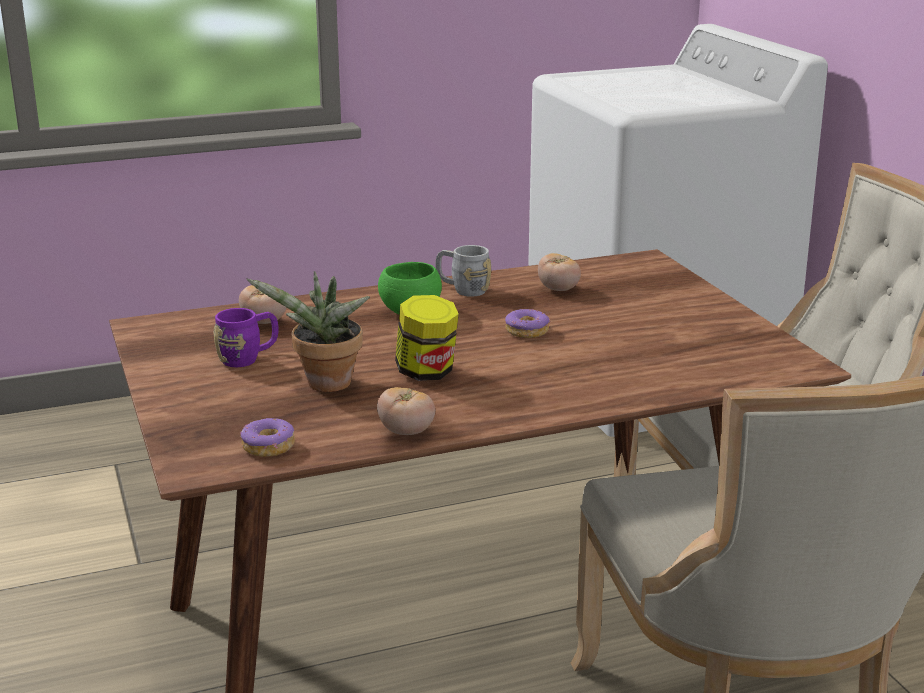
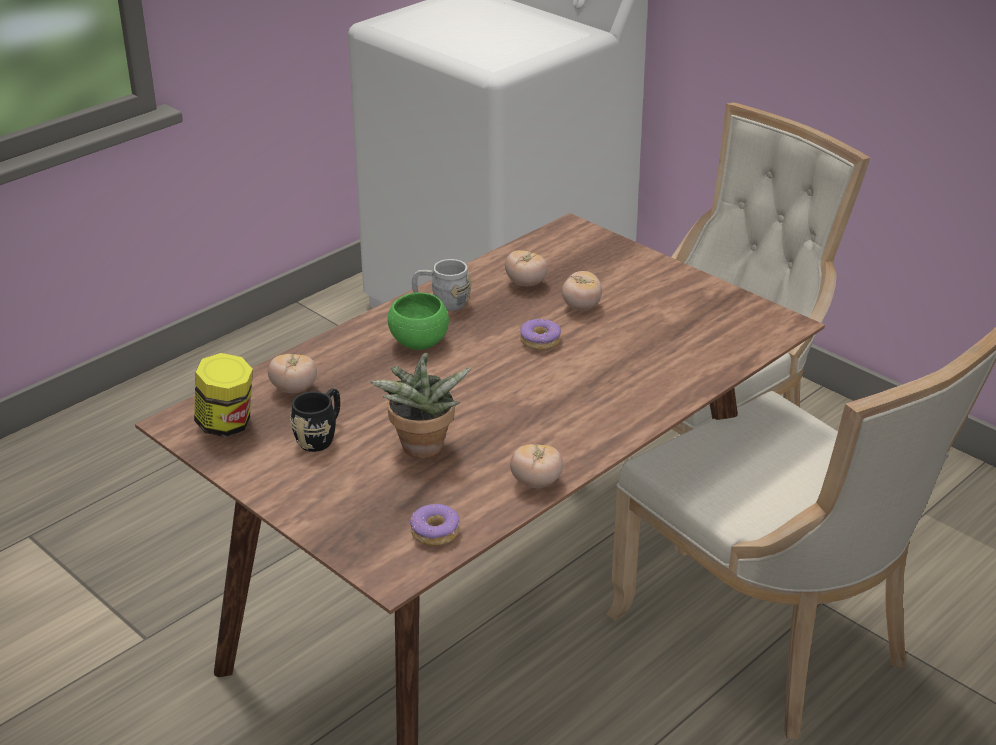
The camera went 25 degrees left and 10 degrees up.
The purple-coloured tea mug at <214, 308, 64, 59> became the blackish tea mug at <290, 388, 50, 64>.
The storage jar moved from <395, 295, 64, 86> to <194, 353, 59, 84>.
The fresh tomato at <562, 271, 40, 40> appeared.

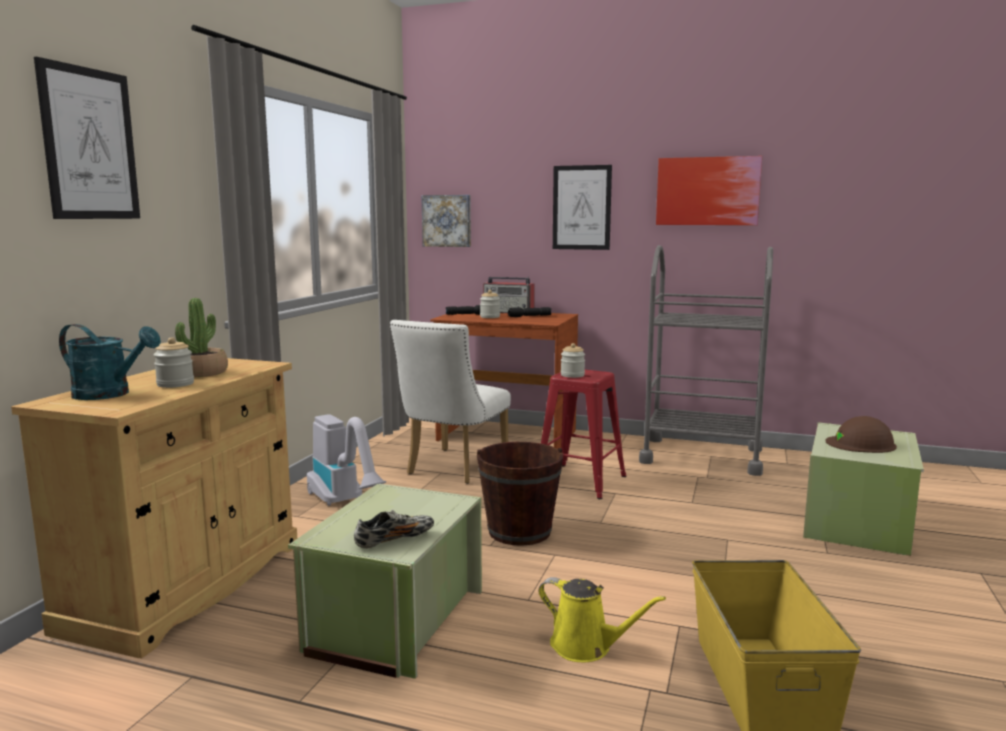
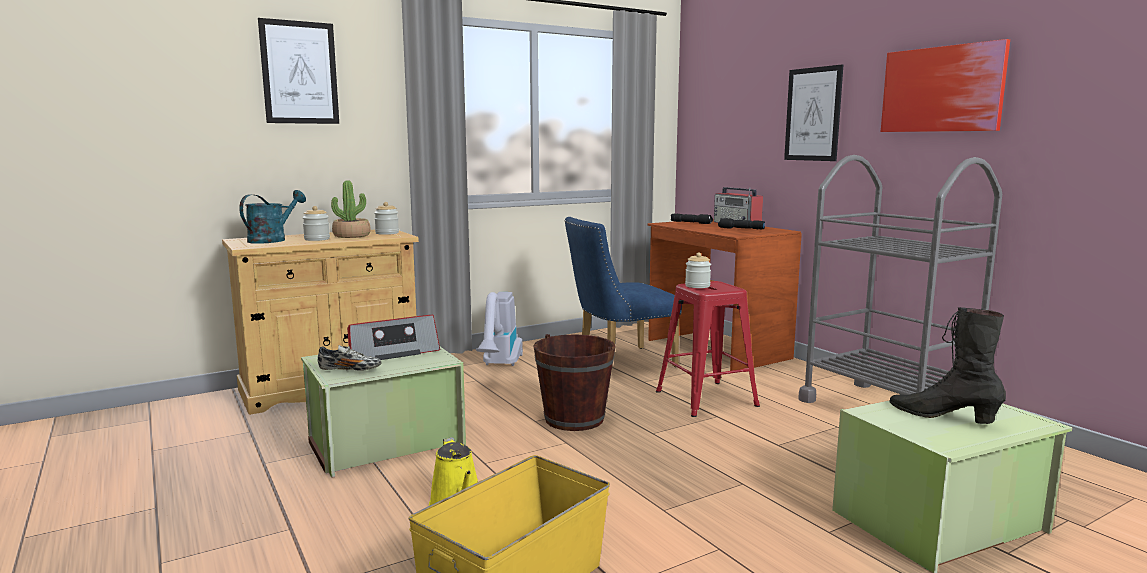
The camera went 40 degrees right and 0 degrees up.
The turquoise-coloured sprinkling can at <59, 324, 102, 76> turned 120 degrees counterclockwise.
The white plain chair at <390, 320, 121, 164> became the blue plain chair at <564, 217, 118, 155>.
The wall picture at <421, 195, 50, 52> disappeared.
The storage jar moved from <480, 290, 20, 28> to <374, 202, 25, 33>.
The brown work helmet at <826, 416, 71, 37> was replaced by the blackish boot at <889, 307, 117, 117>.
The radio receiver at <347, 315, 93, 45> appeared.

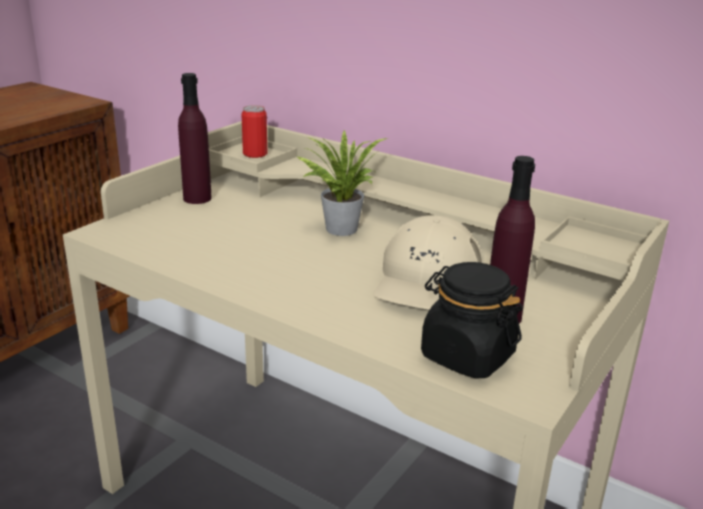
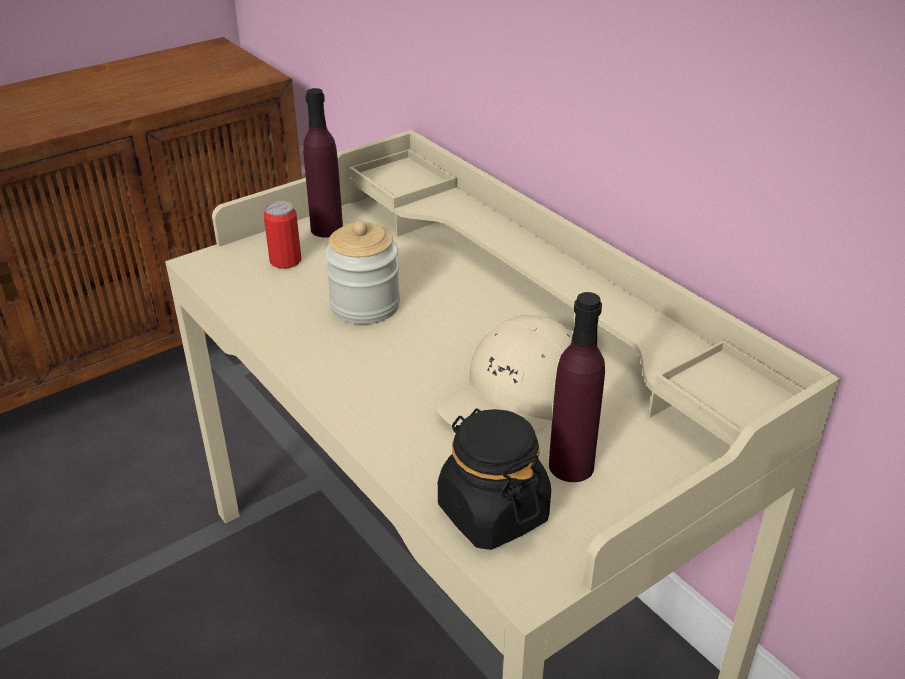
The camera went 20 degrees right and 10 degrees up.
The can moved from <242, 105, 25, 53> to <264, 201, 38, 68>.
The plant in a pot at <298, 131, 90, 105> disappeared.
The storage jar at <325, 221, 75, 103> appeared.

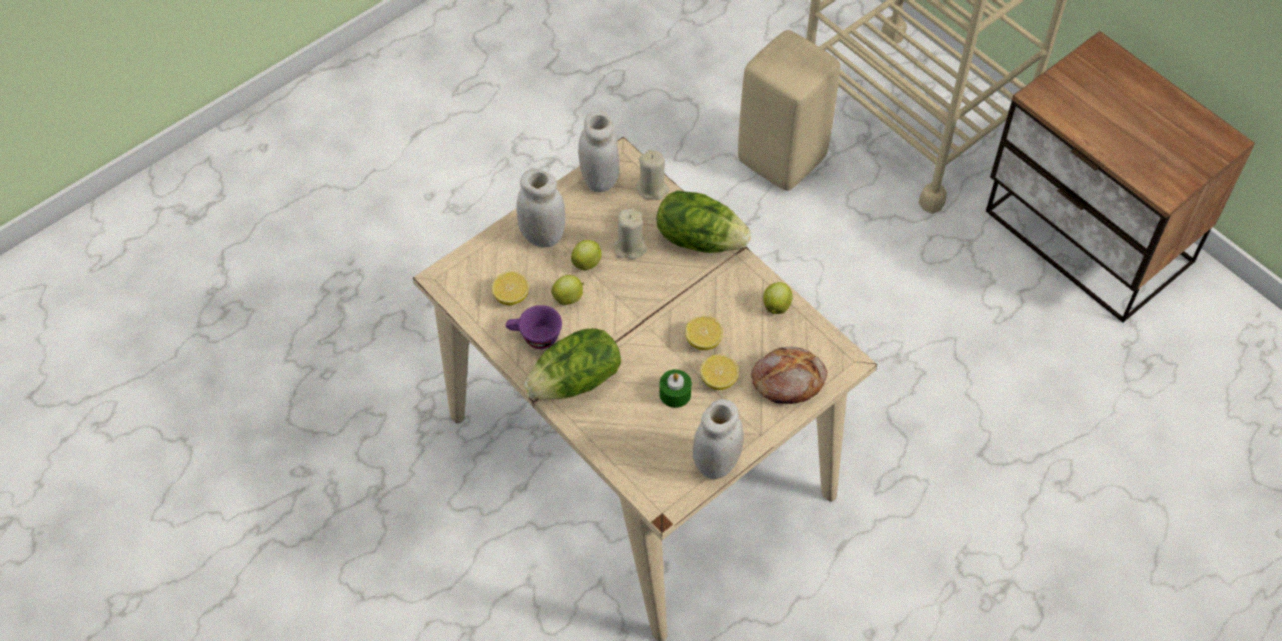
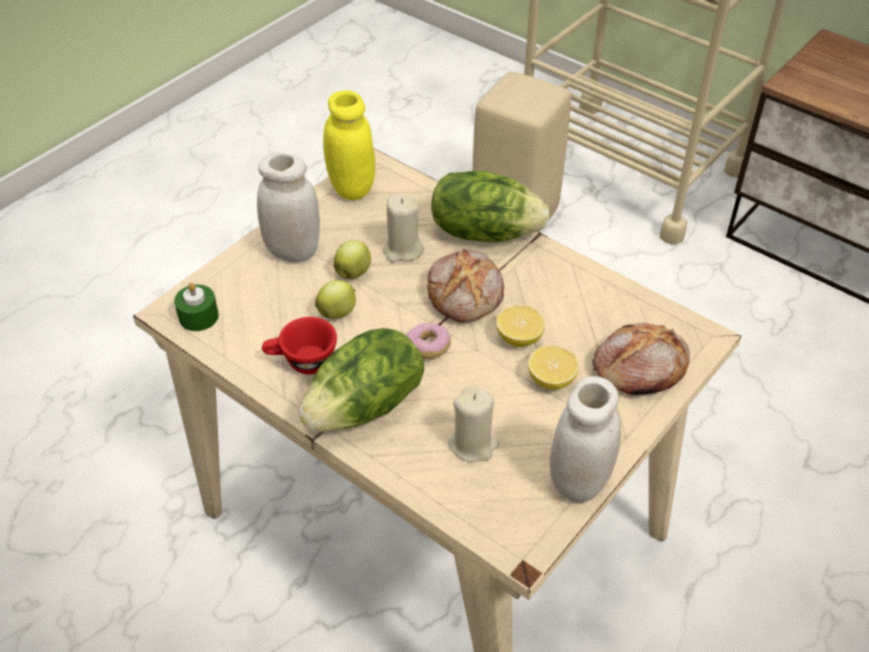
The camera went 10 degrees left and 10 degrees down.
The lemon at <492, 272, 37, 33> disappeared.
The purple-coloured small cup at <506, 305, 56, 44> became the reddish small cup at <262, 317, 75, 57>.
The white storage jar at <578, 111, 42, 81> became the yellow storage jar at <323, 90, 52, 110>.
The beige-coloured candle moved from <636, 150, 34, 50> to <448, 387, 51, 75>.
The green-coloured candle moved from <659, 369, 33, 39> to <174, 283, 45, 48>.
The apple fruit at <763, 282, 30, 32> disappeared.
The ring doughnut at <406, 323, 45, 36> appeared.
The bakery bread at <427, 250, 77, 73> appeared.

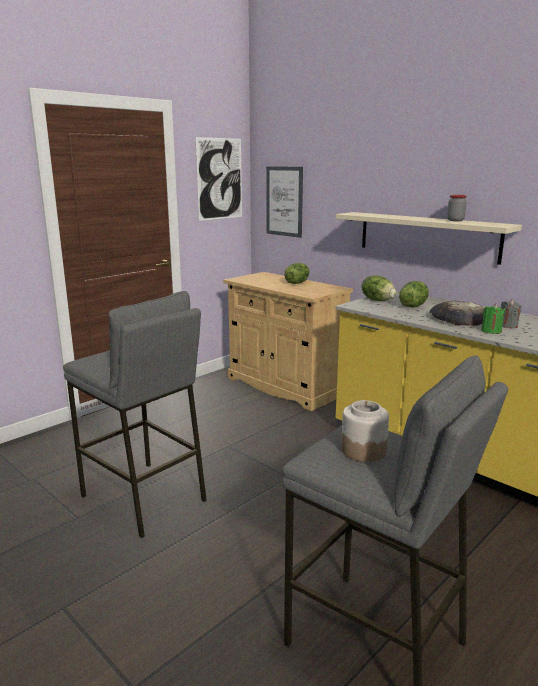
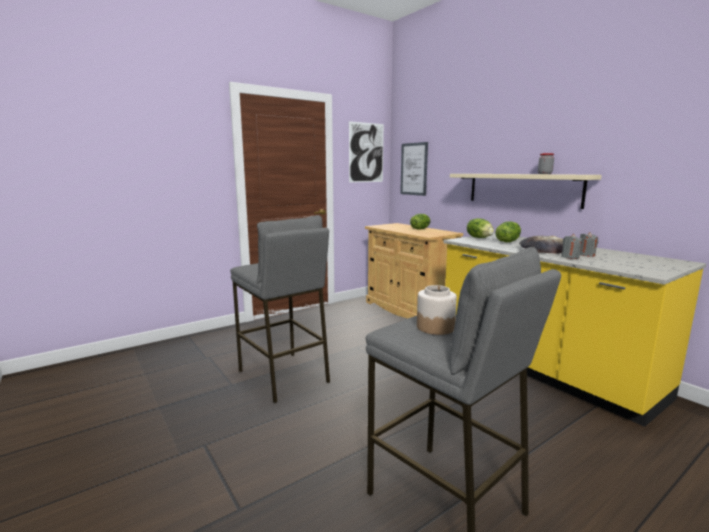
The camera went 10 degrees right and 5 degrees down.
The green-coloured candle at <481, 304, 24, 30> became the gray candle at <561, 234, 21, 25>.

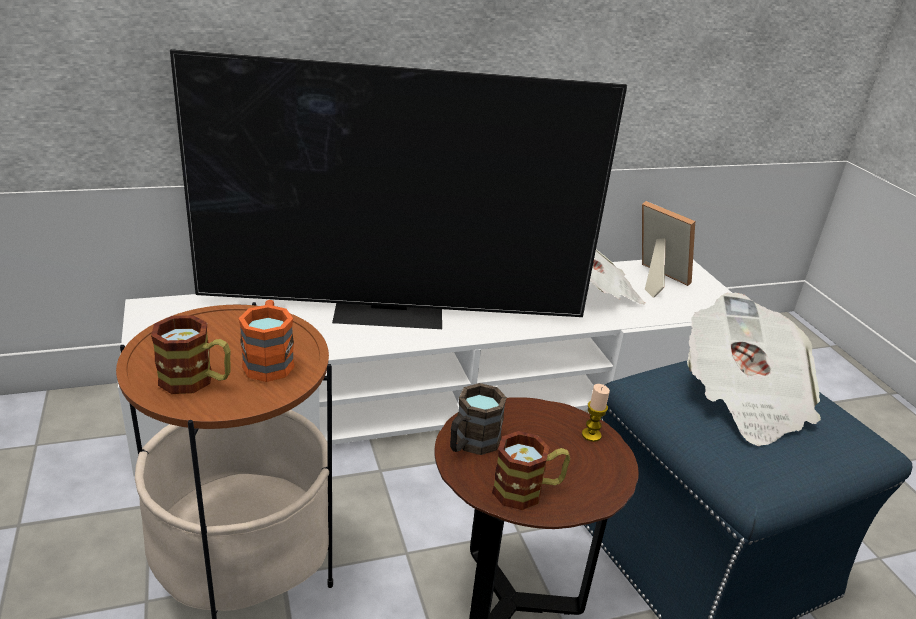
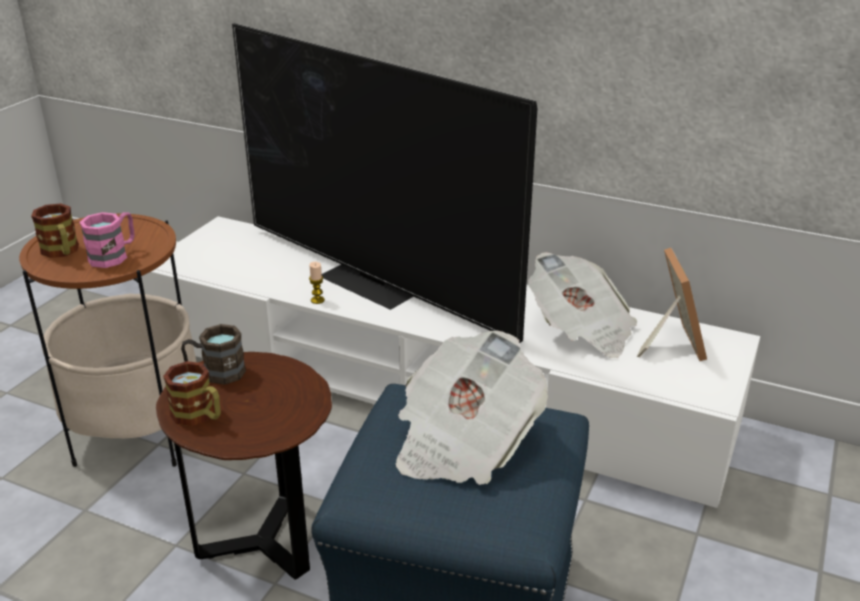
The camera went 45 degrees right and 0 degrees up.
The orange tea mug at <239, 300, 56, 82> became the pinkish tea mug at <79, 212, 56, 56>.
The candle moved from <582, 384, 28, 58> to <309, 262, 16, 42>.

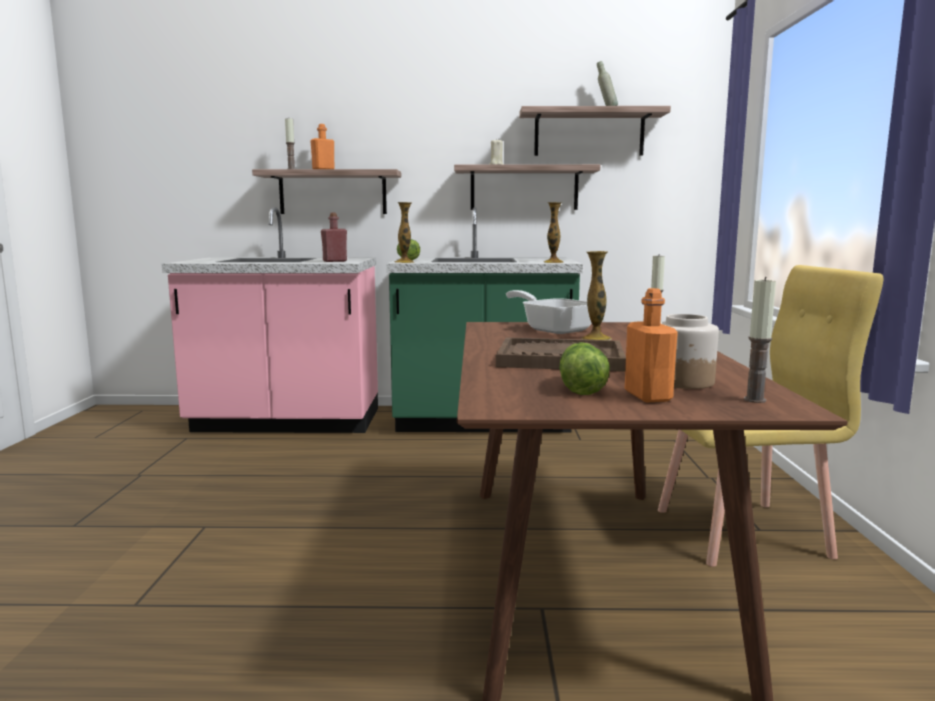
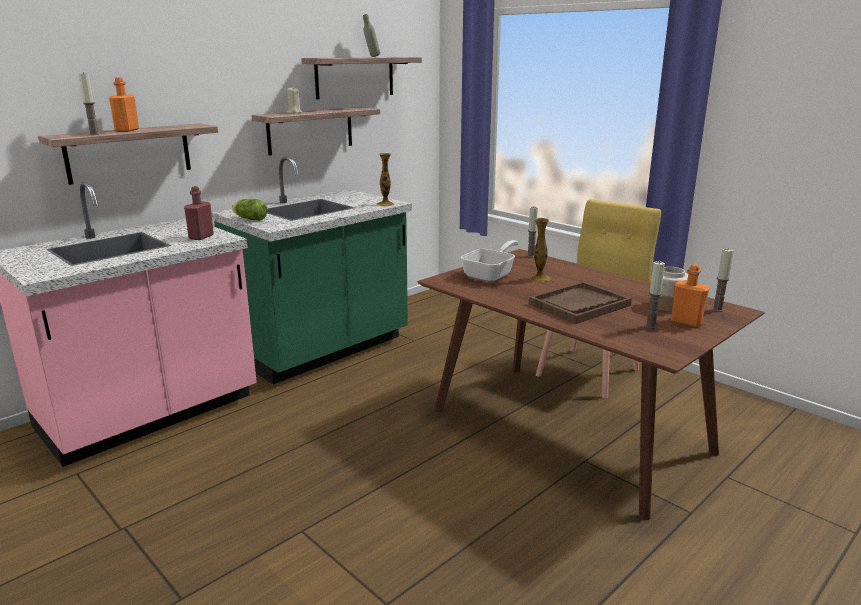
The camera went 45 degrees left and 10 degrees up.
The vase at <395, 202, 19, 61> disappeared.
The skillet at <506, 290, 85, 44> turned 120 degrees clockwise.
The lettuce at <559, 342, 51, 53> was replaced by the candle at <645, 261, 20, 67>.

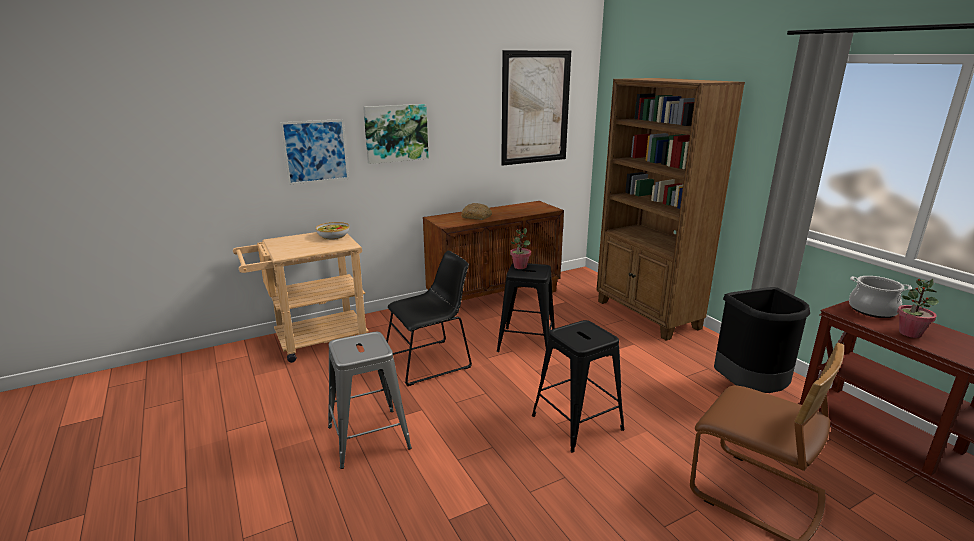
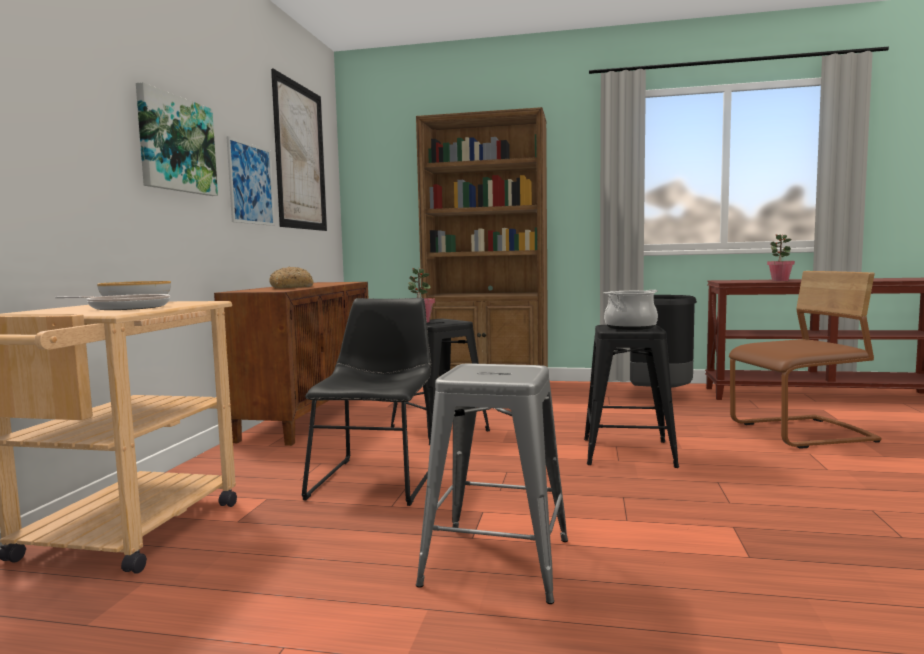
The camera went 50 degrees left and 15 degrees down.
The wall picture moved from <280, 119, 69, 66> to <226, 136, 49, 90>.
The stockpot moved from <849, 276, 63, 42> to <604, 290, 54, 40>.
The skillet at <55, 294, 115, 16> appeared.

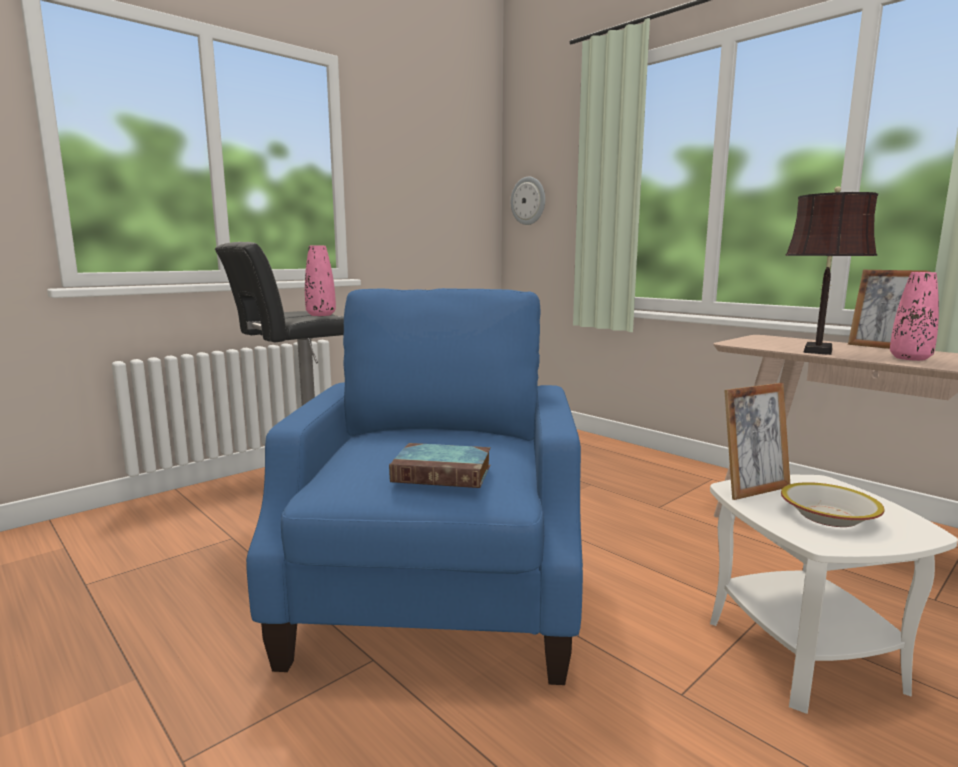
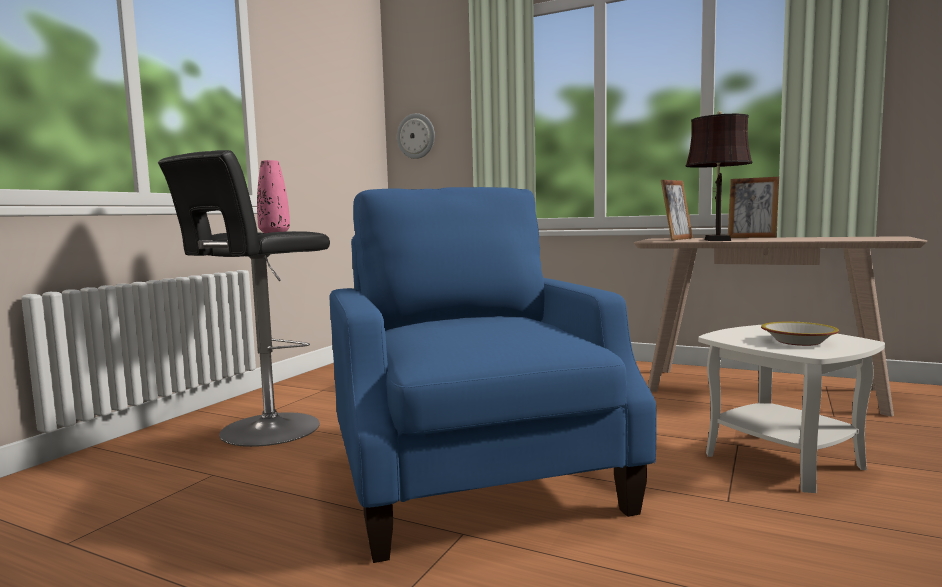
The camera went 20 degrees left and 5 degrees down.
The bound book at <389, 443, 102, 45> disappeared.
The standing frame moved from <724, 383, 66, 117> to <661, 180, 32, 61>.
The pinkish vase at <890, 272, 49, 89> disappeared.

